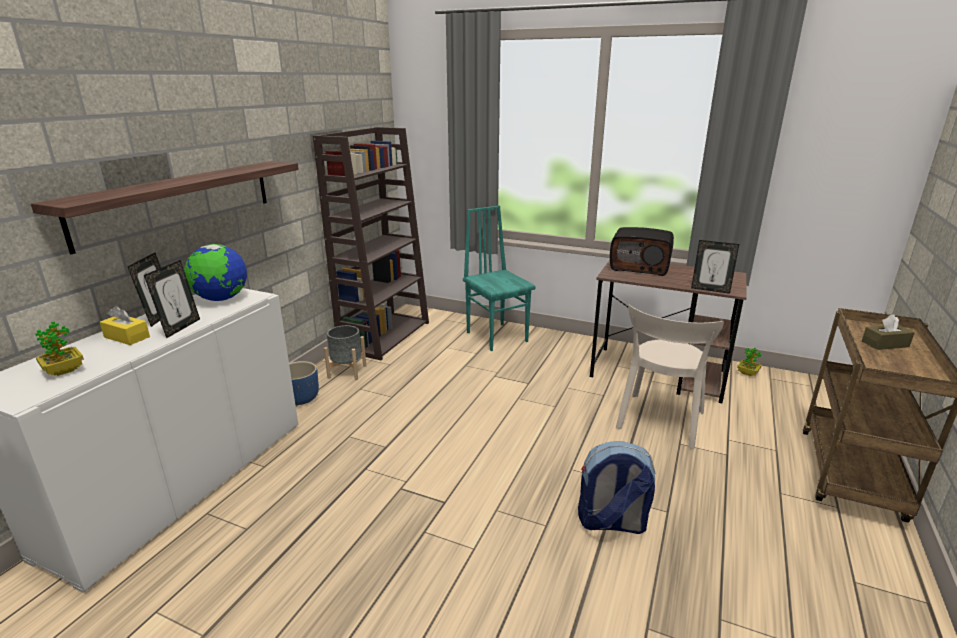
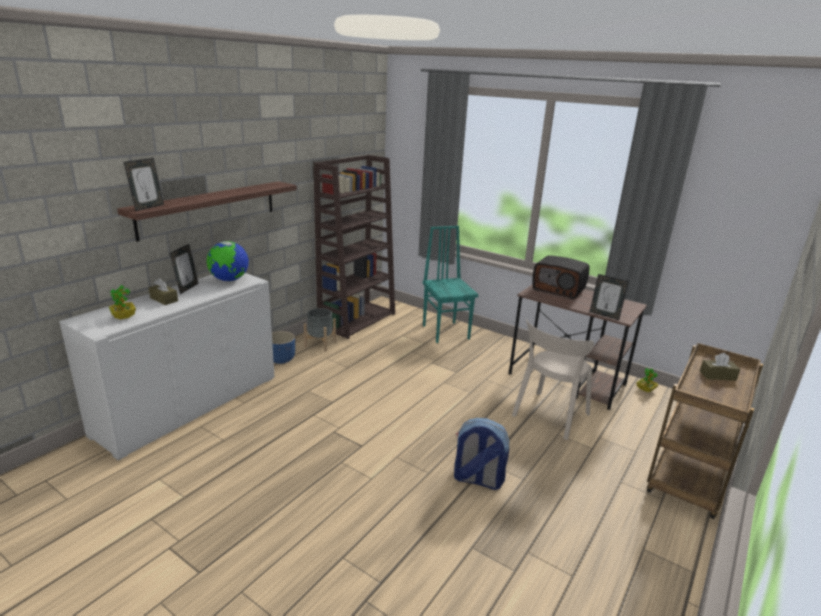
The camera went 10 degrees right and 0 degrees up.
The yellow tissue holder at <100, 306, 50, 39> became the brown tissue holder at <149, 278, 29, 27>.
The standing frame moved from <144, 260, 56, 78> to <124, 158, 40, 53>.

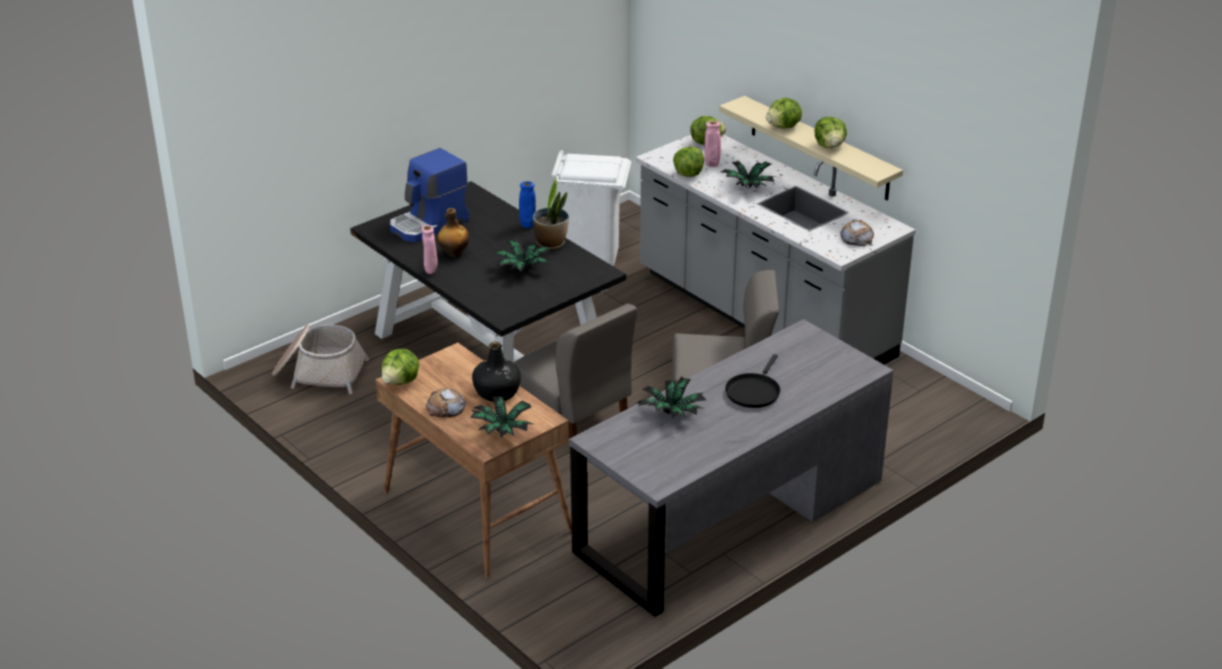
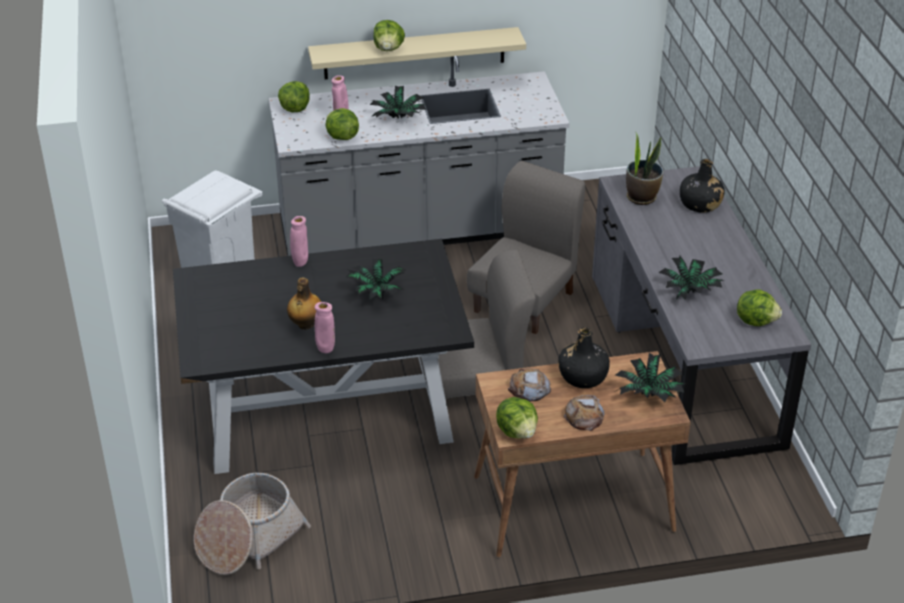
The camera went 60 degrees left and 5 degrees up.
The coffee brewer at <390, 148, 79, 94> disappeared.
The blue vase at <519, 181, 17, 47> became the pinkish vase at <290, 216, 18, 51>.
The plant in a pot moved from <533, 177, 36, 73> to <626, 133, 37, 72>.
The blackish skillet at <725, 354, 55, 54> disappeared.
The lettuce moved from <815, 117, 32, 31> to <737, 289, 45, 37>.
The bakery bread moved from <840, 220, 34, 26> to <508, 368, 43, 33>.
The blackish drink bottle at <680, 159, 45, 54> appeared.

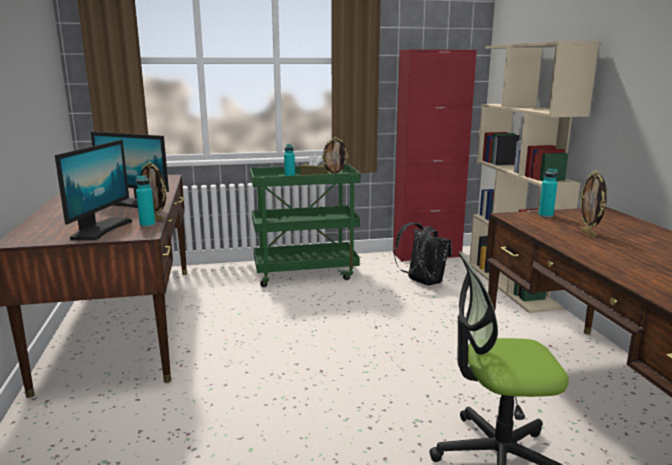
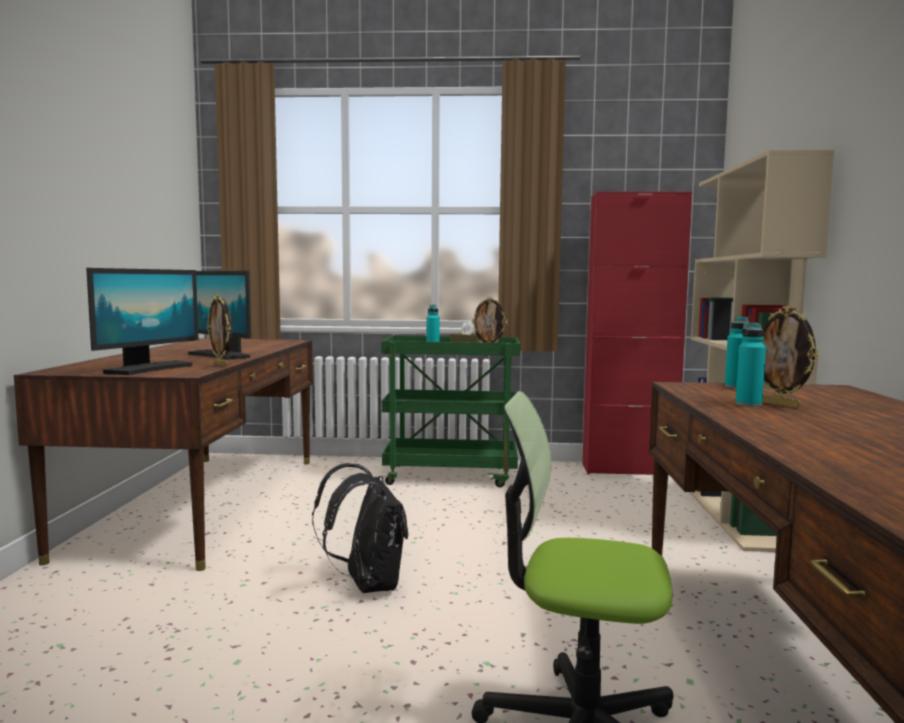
The camera went 15 degrees right and 10 degrees down.
The turquoise-coloured drink bottle moved from <136, 175, 20, 52> to <736, 322, 30, 85>.
The blackish knapsack moved from <394, 222, 58, 63> to <312, 463, 96, 130>.
The standing frame at <580, 171, 27, 66> turned 45 degrees counterclockwise.

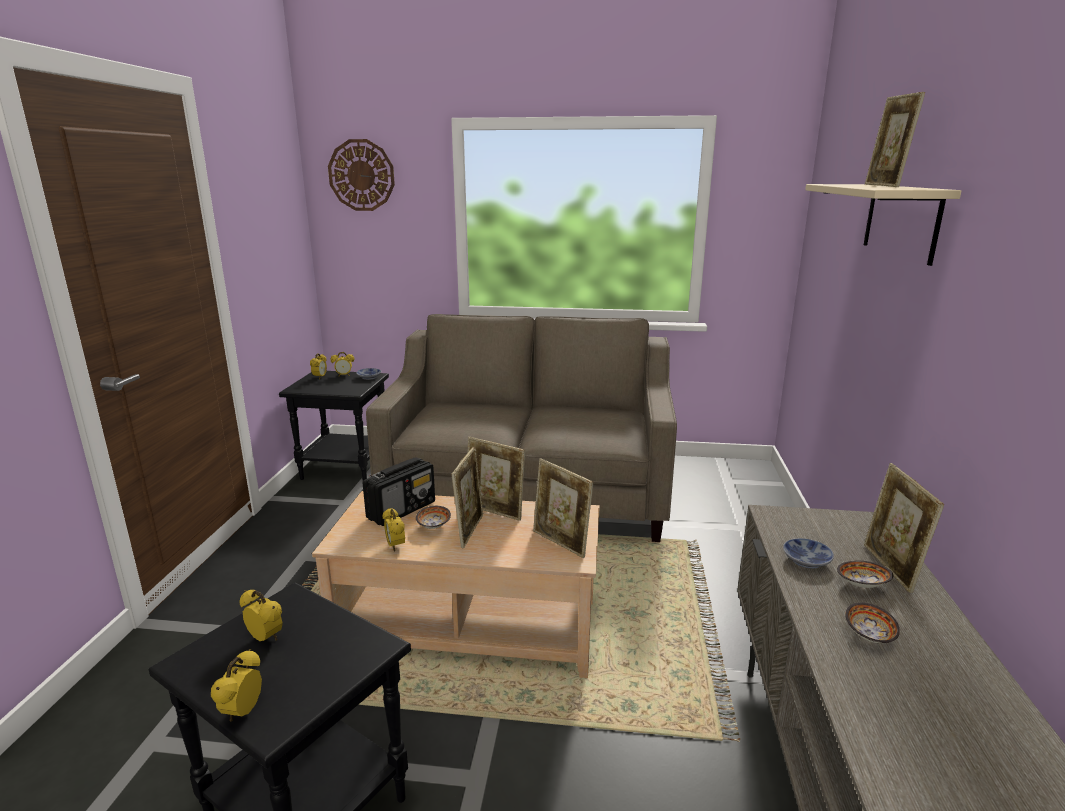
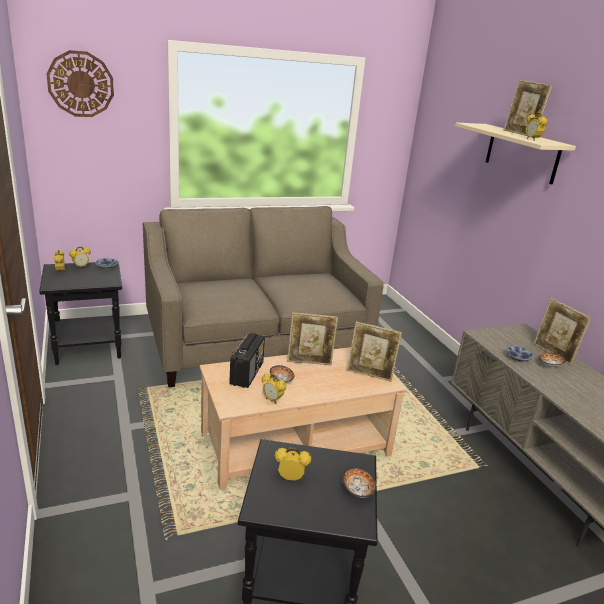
The camera went 30 degrees left and 5 degrees up.
The bedside clock moved from <211, 649, 51, 73> to <526, 112, 22, 28>.
The standing frame at <451, 447, 32, 102> disappeared.
The deep dish moved from <845, 602, 55, 41> to <342, 467, 34, 31>.

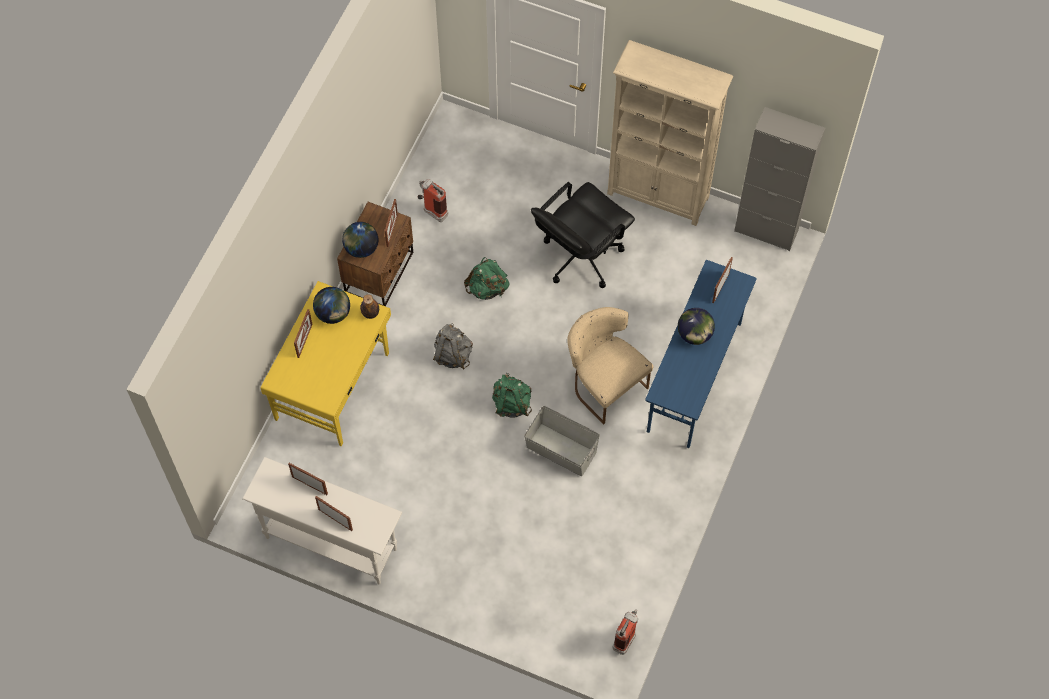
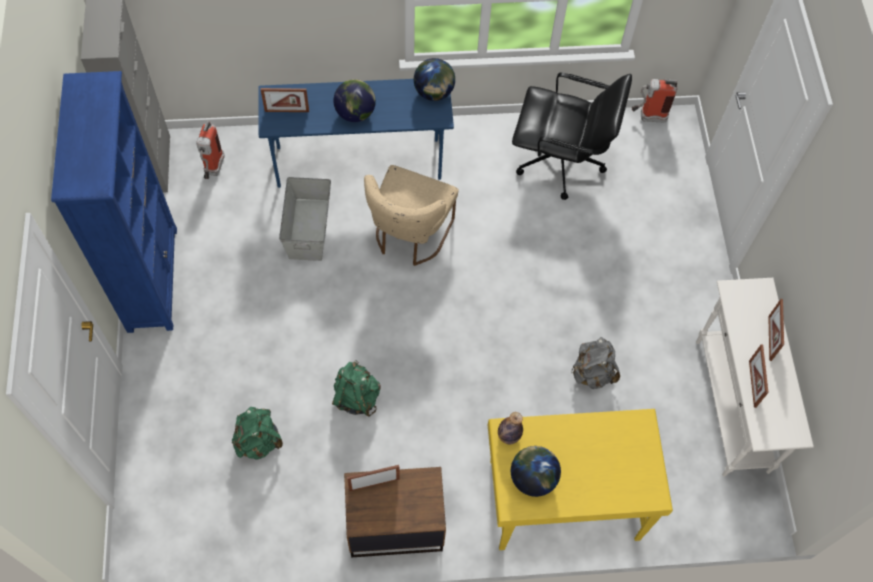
The camera went 120 degrees left and 0 degrees up.
The standing frame at <294, 309, 19, 49> disappeared.
The desk globe moved from <342, 222, 36, 36> to <414, 58, 41, 43>.
The fire extinguisher moved from <418, 179, 30, 43> to <196, 121, 29, 58>.
The gray knapsack moved from <433, 323, 40, 46> to <571, 337, 49, 52>.
The green-coloured knapsack moved from <492, 373, 40, 45> to <232, 407, 51, 53>.
The gray storage bin moved from <524, 406, 76, 70> to <279, 177, 52, 84>.
The blackish office chair moved from <531, 182, 104, 106> to <512, 72, 120, 128>.
The beige-coloured shelving unit at <607, 40, 126, 186> became the blue shelving unit at <51, 71, 126, 262>.

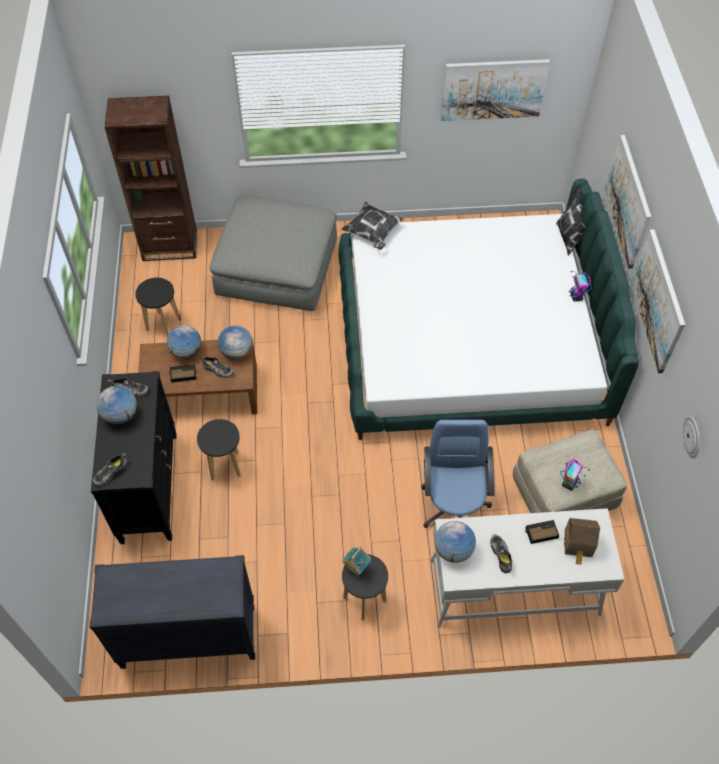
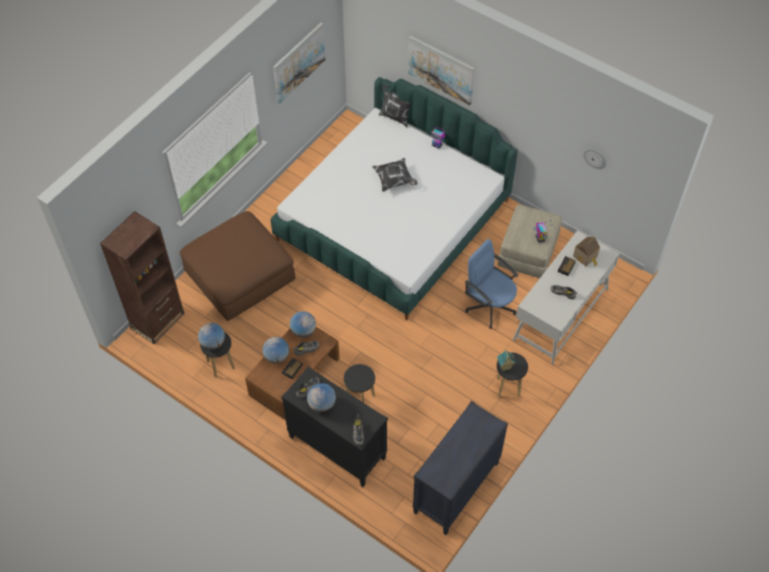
The camera went 50 degrees left and 0 degrees up.
The gray footrest at <209, 196, 128, 115> became the brown footrest at <180, 211, 116, 110>.
The pillow moved from <341, 202, 62, 48> to <372, 158, 46, 34>.
The desk globe moved from <435, 521, 41, 42> to <198, 323, 27, 27>.
The wall picture at <631, 229, 54, 144> disappeared.

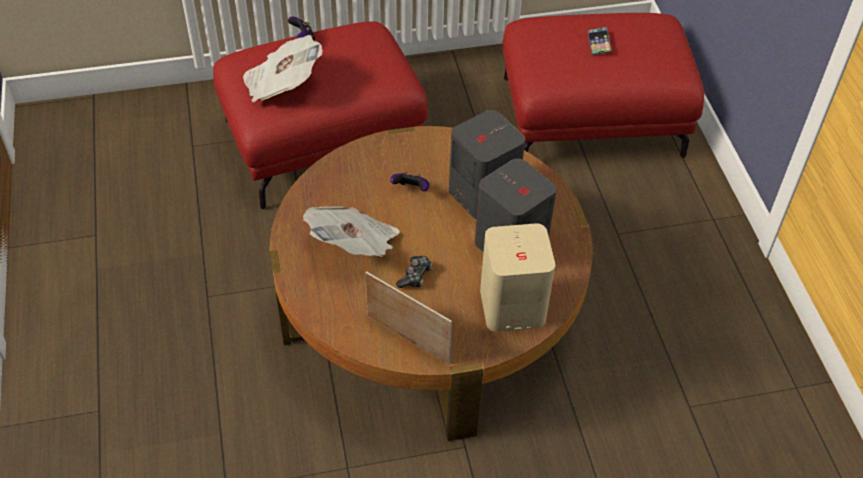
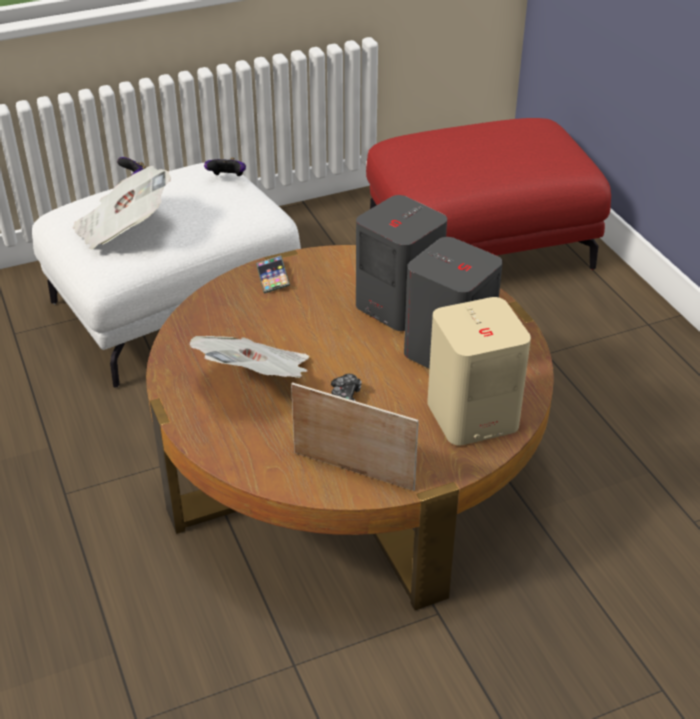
The camera went 10 degrees left and 10 degrees down.
The reddish footrest at <213, 21, 215, 188> became the white footrest at <32, 162, 269, 226>.
The gamepad moved from <390, 171, 40, 20> to <204, 158, 42, 18>.
The handset moved from <587, 27, 25, 28> to <256, 255, 34, 38>.

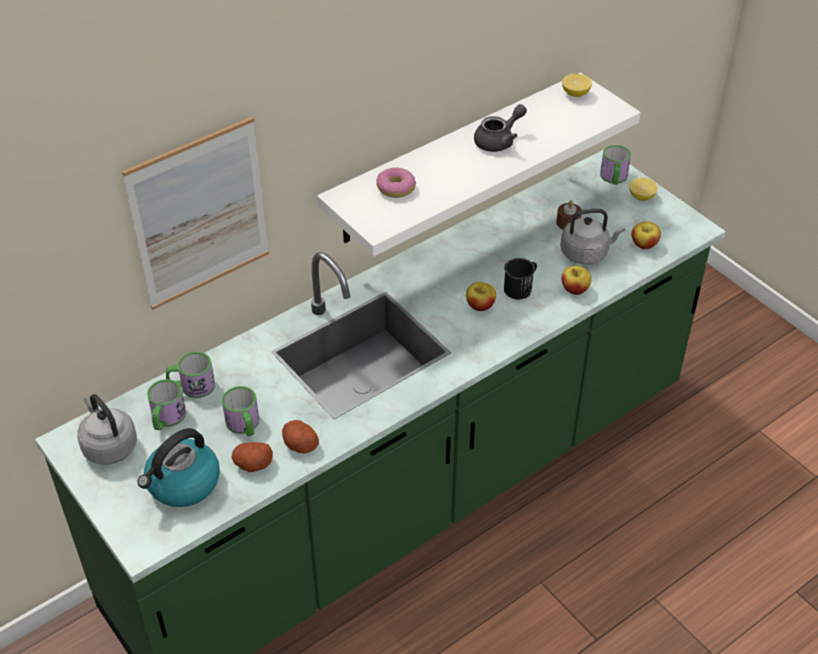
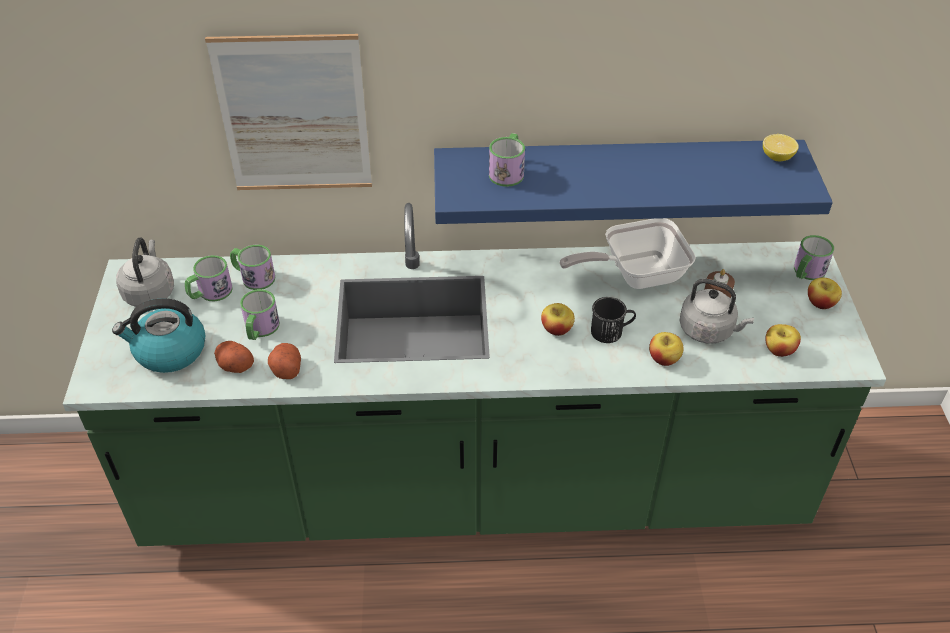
The camera went 35 degrees right and 0 degrees up.
The white shelf at <317, 72, 324, 185> became the blue shelf at <434, 140, 399, 84>.
The ring doughnut at <376, 167, 40, 31> was replaced by the tea mug at <489, 133, 36, 54>.
The gray tea pot at <474, 104, 53, 48> disappeared.
The lemon at <629, 178, 29, 23> was replaced by the apple fruit at <808, 278, 34, 31>.
The skillet at <559, 218, 137, 71> appeared.

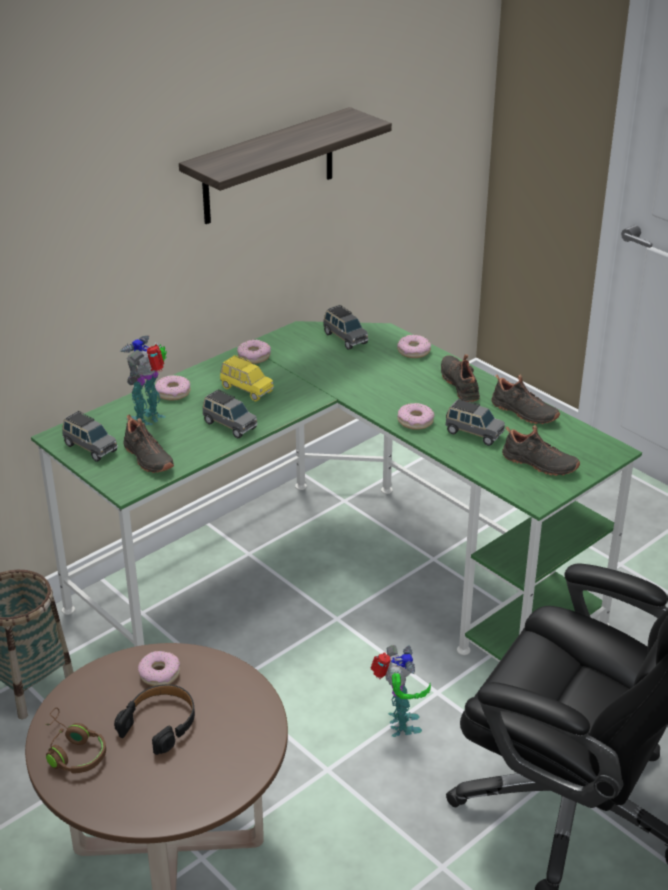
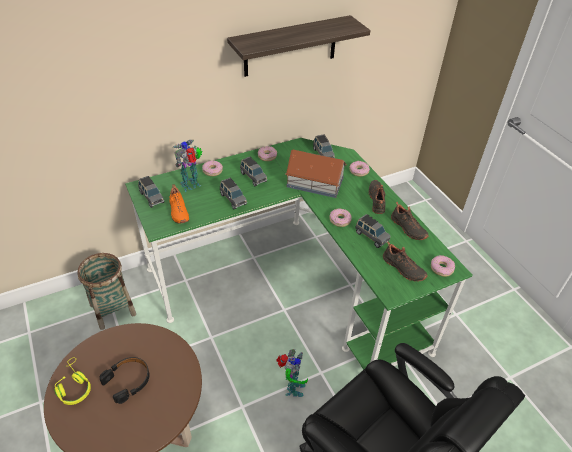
The camera went 15 degrees right and 10 degrees up.
The brown headset at <45, 707, 61, 66> became the yellow headset at <54, 358, 37, 47>.
The blackish shoe at <123, 415, 51, 58> became the orange shoe at <169, 184, 20, 40>.
The ring doughnut moved from <138, 651, 42, 35> to <431, 255, 24, 22>.
The yellow toy car at <220, 355, 54, 46> became the gray toy car at <240, 157, 27, 29>.
The miniature house at <285, 150, 62, 48> appeared.

